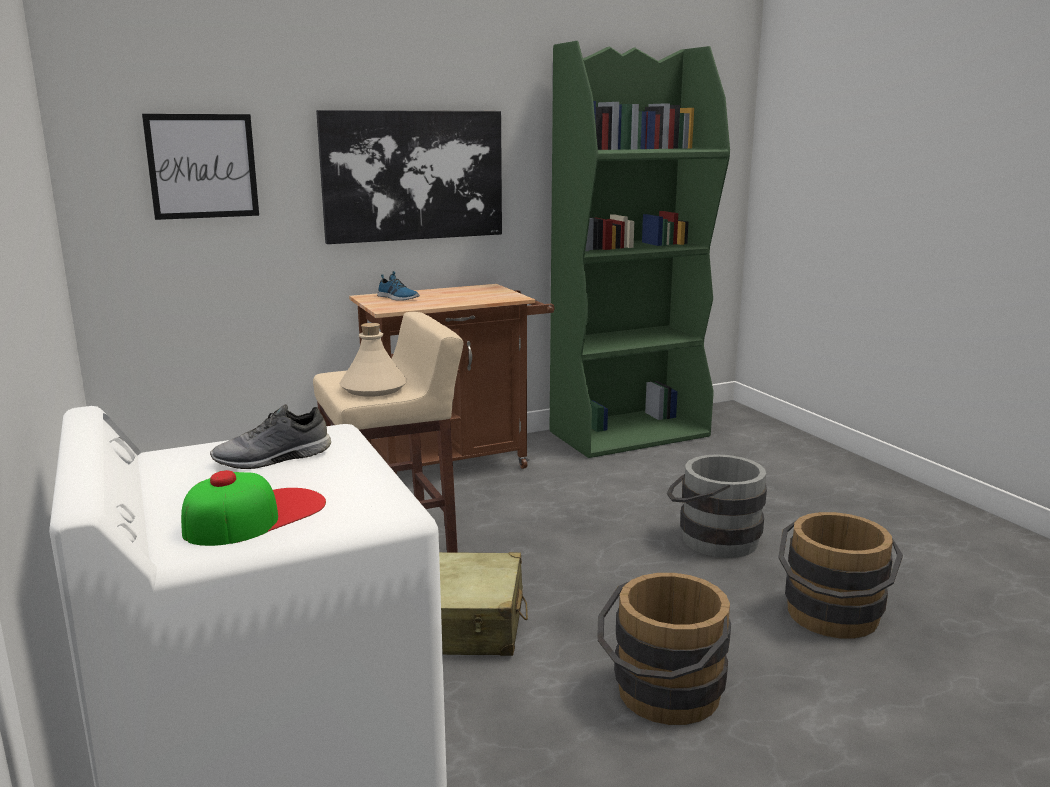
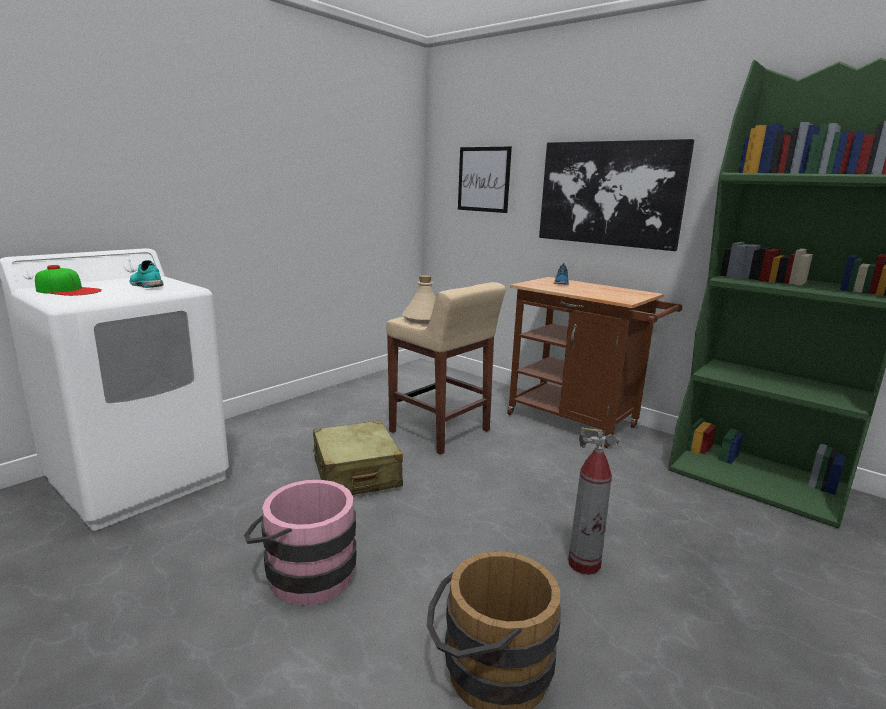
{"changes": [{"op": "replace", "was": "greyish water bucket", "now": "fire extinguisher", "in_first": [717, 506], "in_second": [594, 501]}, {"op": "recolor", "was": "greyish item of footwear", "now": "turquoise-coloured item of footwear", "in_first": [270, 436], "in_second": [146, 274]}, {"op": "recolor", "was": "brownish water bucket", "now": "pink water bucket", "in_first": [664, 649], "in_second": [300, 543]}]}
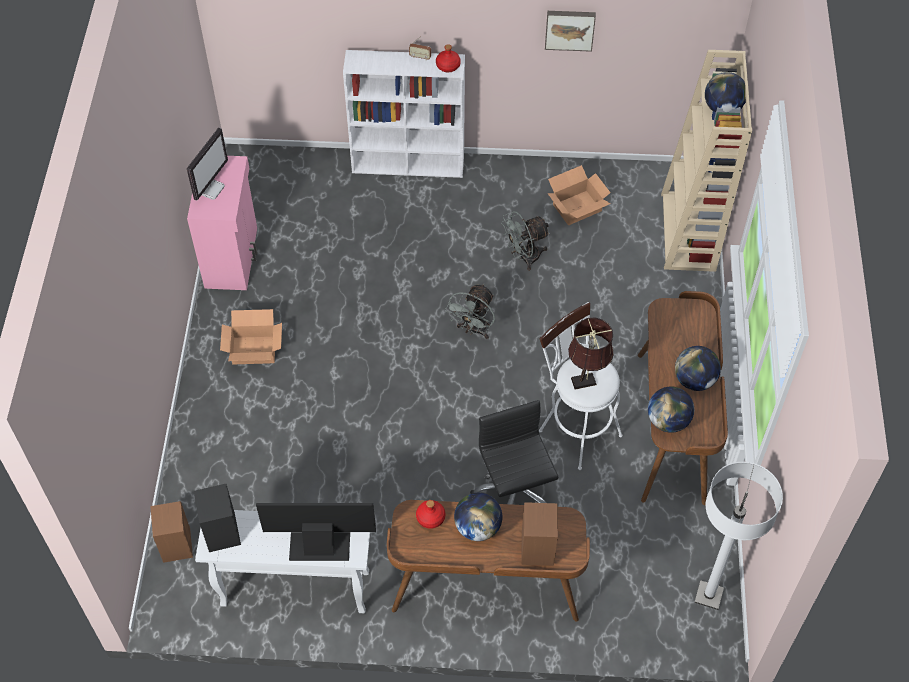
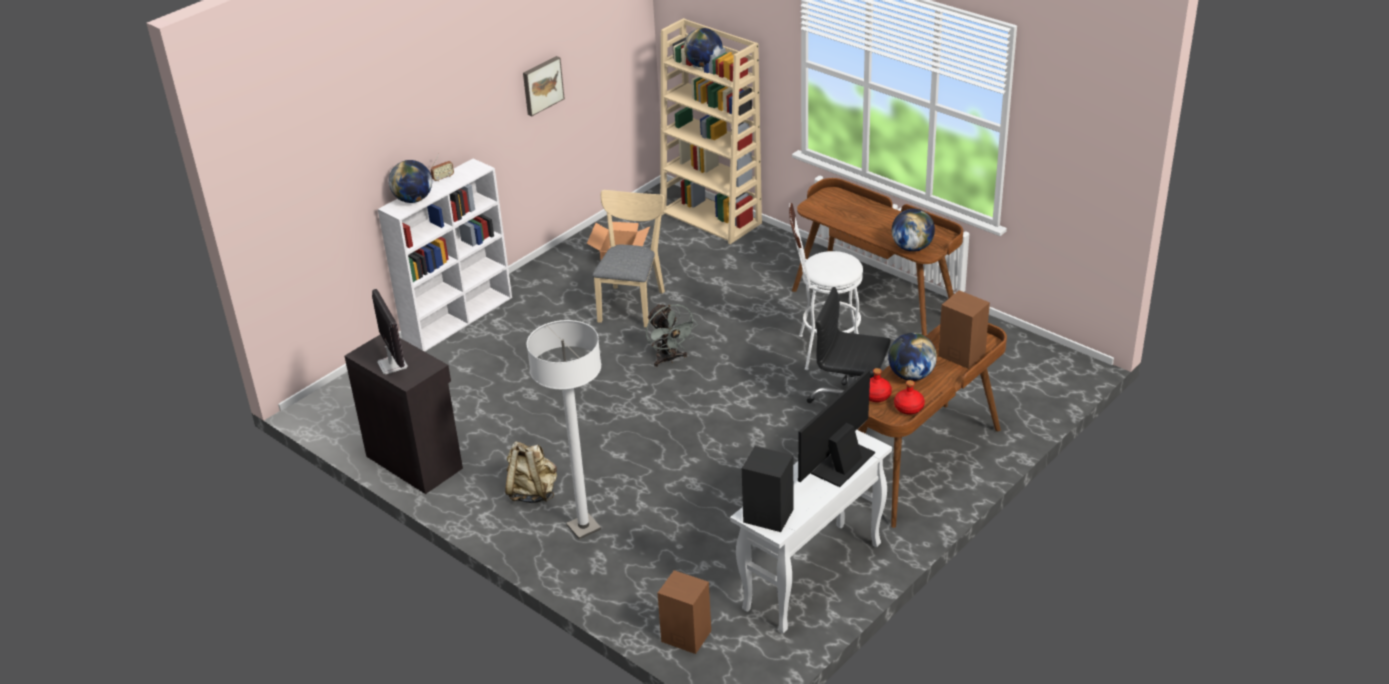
{"changes": [{"op": "delete", "was": "brownish table lamp", "in_first": [591, 354]}, {"op": "move", "was": "red bottle", "in_first": [448, 58], "in_second": [909, 397]}, {"op": "move", "was": "desk globe", "in_first": [698, 368], "in_second": [410, 181]}, {"op": "move", "was": "whitish standing lamp", "in_first": [738, 536], "in_second": [563, 429]}, {"op": "replace", "was": "carton", "now": "beige backpack", "in_first": [251, 337], "in_second": [531, 472]}, {"op": "replace", "was": "greyish cooling fan", "now": "beige upright chair", "in_first": [525, 241], "in_second": [629, 258]}, {"op": "recolor", "was": "pink cupboard", "now": "black-coloured cupboard", "in_first": [222, 223], "in_second": [403, 414]}]}
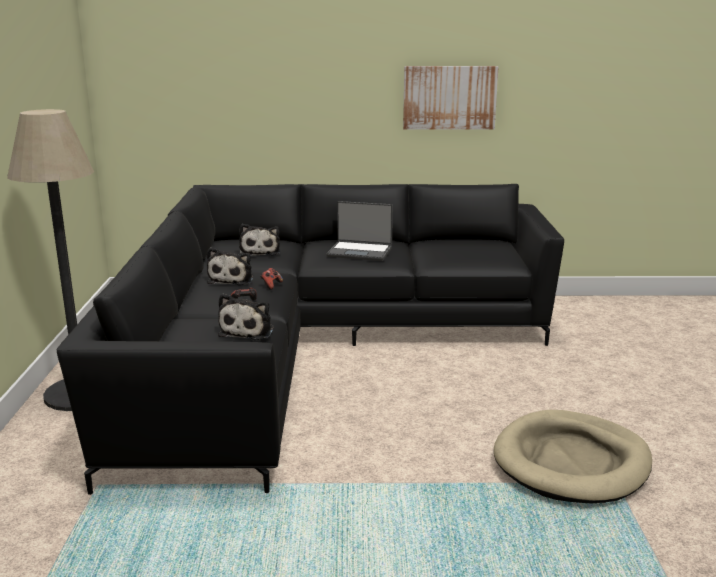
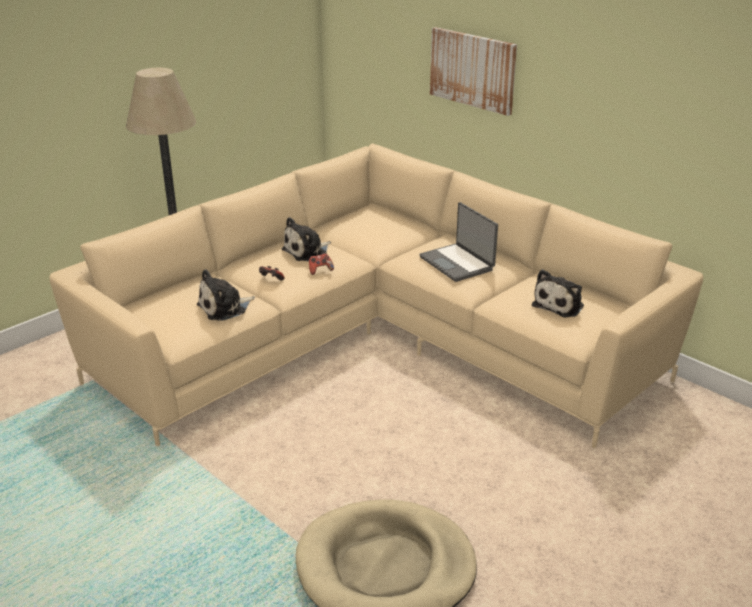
{"changes": [{"op": "move", "was": "cuddly toy", "in_first": [259, 240], "in_second": [558, 293]}, {"op": "move", "was": "wall art", "in_first": [451, 97], "in_second": [473, 71]}, {"op": "recolor", "was": "black-coloured sofa", "now": "beige sofa", "in_first": [310, 339], "in_second": [376, 295]}]}
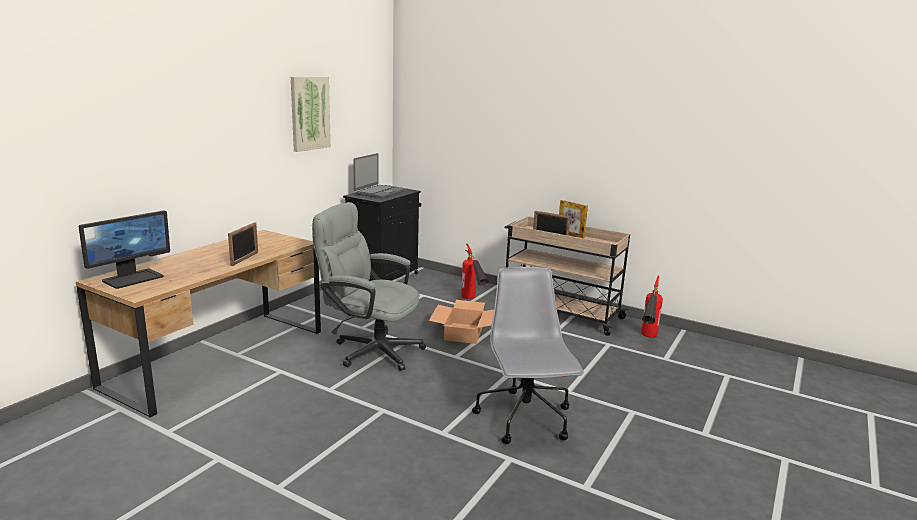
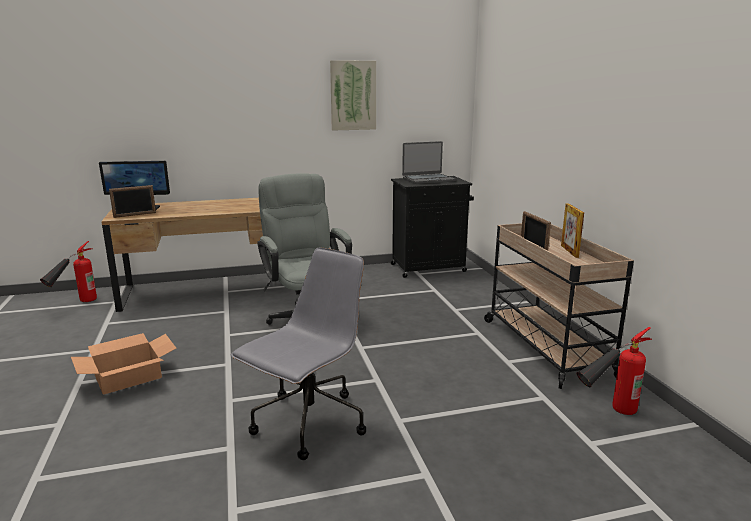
{"changes": [{"op": "move", "was": "standing frame", "in_first": [243, 244], "in_second": [132, 201]}, {"op": "move", "was": "carton", "in_first": [461, 322], "in_second": [123, 364]}, {"op": "move", "was": "fire extinguisher", "in_first": [475, 271], "in_second": [68, 271]}]}
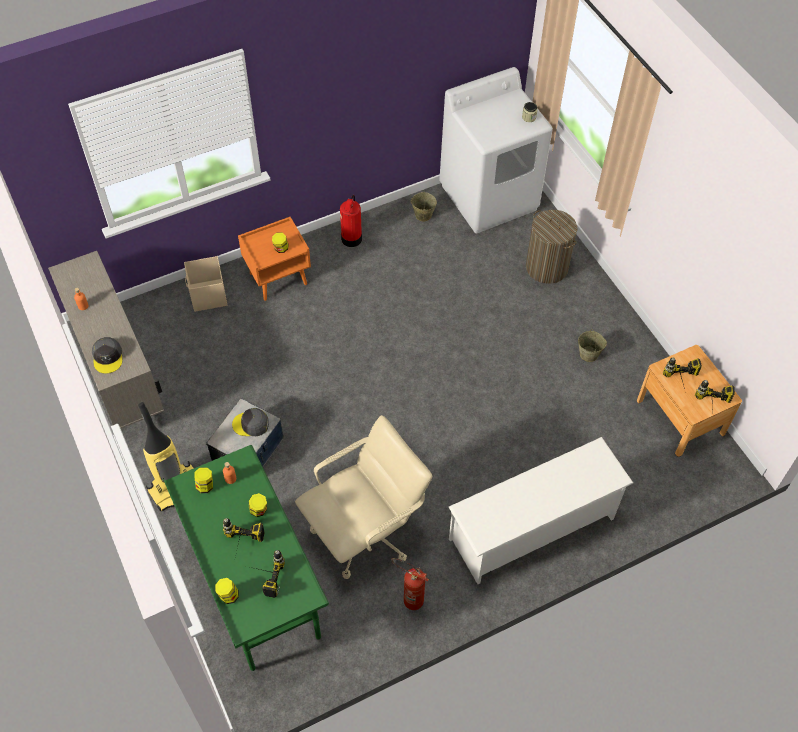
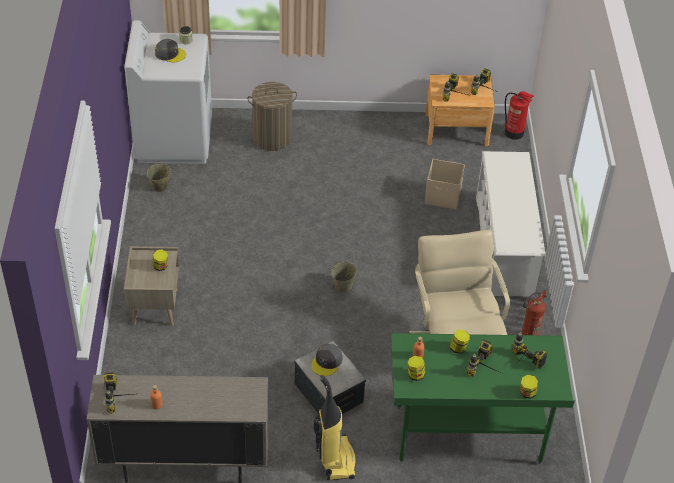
{"changes": [{"op": "insert", "now": "power drill", "in_second": [123, 393]}, {"op": "move", "was": "greyish baseball cap", "in_first": [107, 355], "in_second": [170, 51]}, {"op": "move", "was": "beige storage bin", "in_first": [205, 284], "in_second": [445, 184]}, {"op": "move", "was": "fire extinguisher", "in_first": [351, 221], "in_second": [519, 115]}, {"op": "move", "was": "beige water bucket", "in_first": [592, 345], "in_second": [344, 277]}, {"op": "recolor", "was": "orange-coloured nightstand", "now": "beige nightstand", "in_first": [274, 259], "in_second": [151, 286]}]}
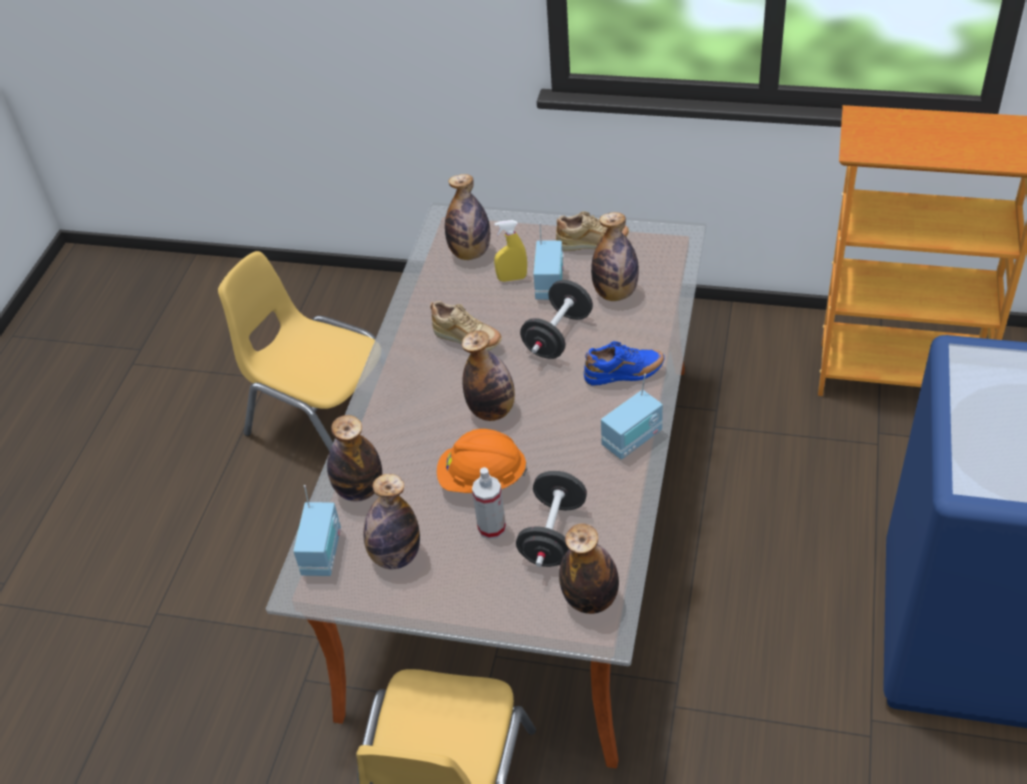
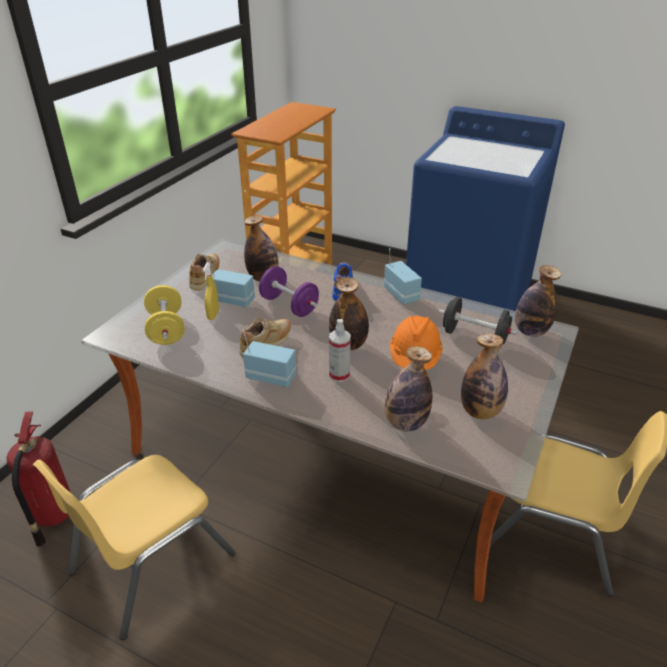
{"changes": [{"op": "insert", "now": "fire extinguisher", "in_second": [38, 479]}, {"op": "move", "was": "radio", "in_first": [317, 530], "in_second": [269, 360]}, {"op": "move", "was": "sprayer", "in_first": [489, 503], "in_second": [340, 350]}, {"op": "replace", "was": "bottle", "now": "yellowish hand weight", "in_first": [467, 217], "in_second": [164, 315]}, {"op": "recolor", "was": "black-coloured hand weight", "now": "purple hand weight", "in_first": [556, 319], "in_second": [289, 291]}]}
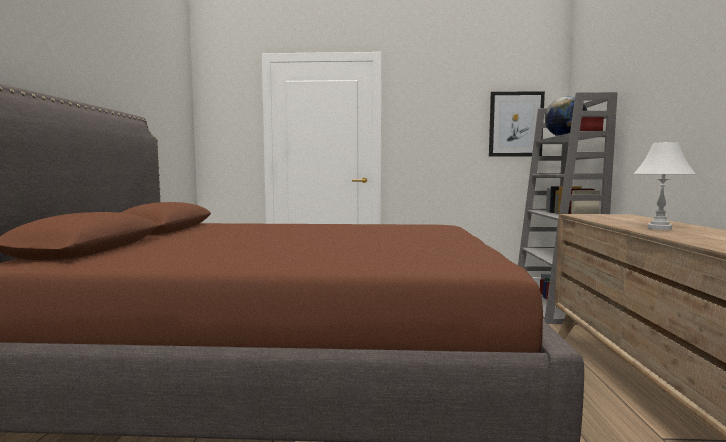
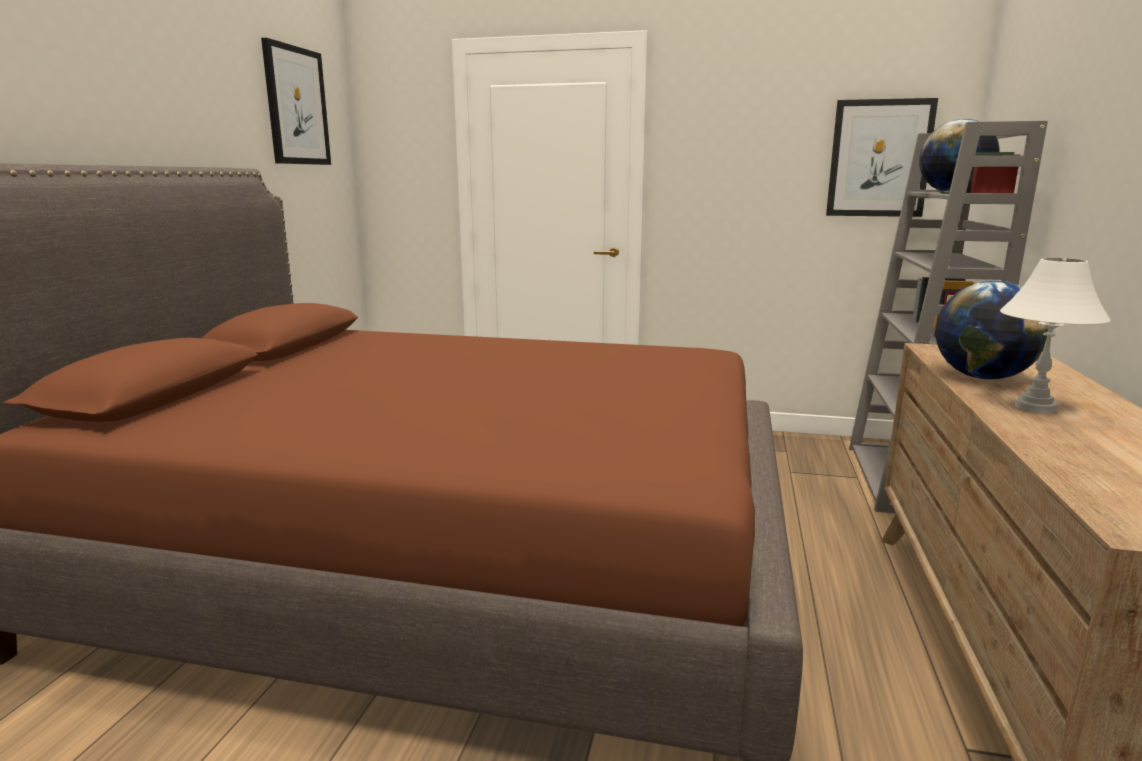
{"changes": [{"op": "insert", "now": "wall art", "in_second": [296, 101]}, {"op": "insert", "now": "desk globe", "in_second": [991, 330]}]}
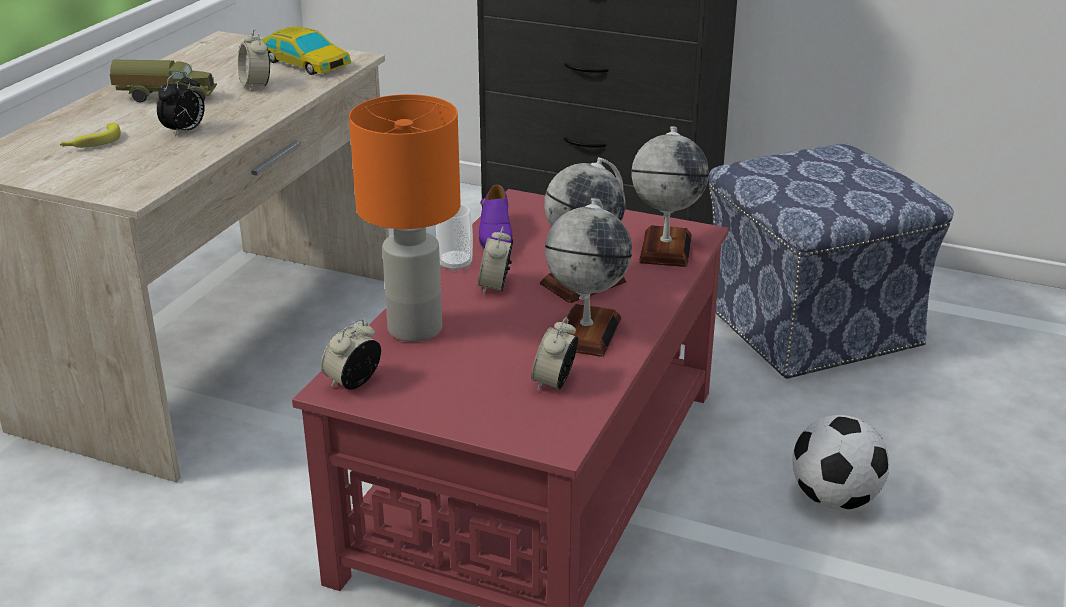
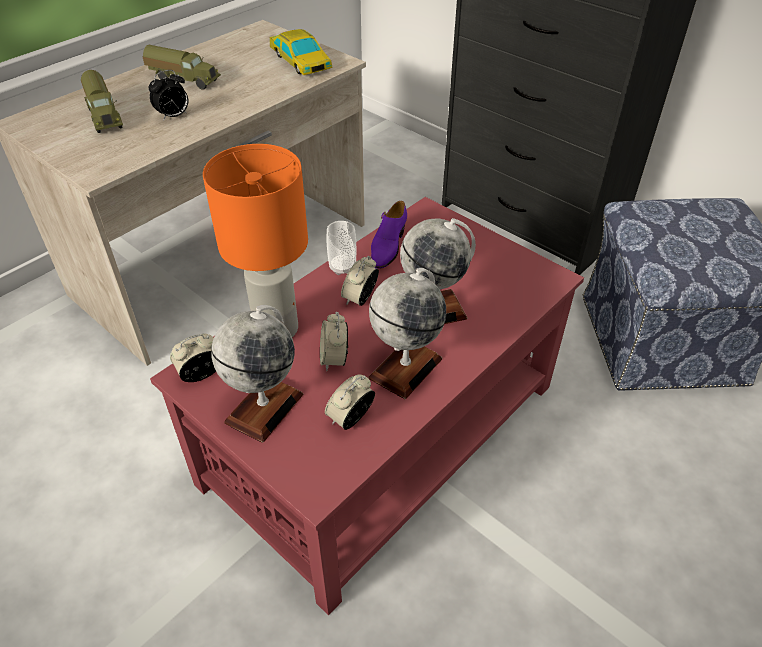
{"changes": [{"op": "delete", "was": "football", "in_first": [840, 462]}, {"op": "move", "was": "table clock", "in_first": [254, 60], "in_second": [334, 341]}, {"op": "move", "was": "desk globe", "in_first": [670, 196], "in_second": [257, 374]}, {"op": "replace", "was": "whole banana", "now": "toy truck", "in_first": [90, 135], "in_second": [102, 101]}]}
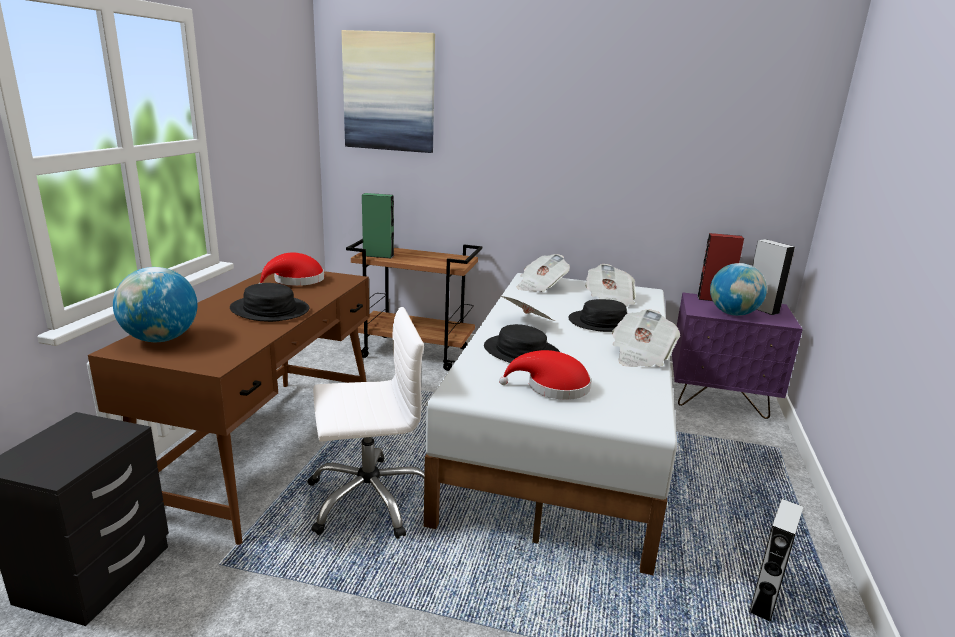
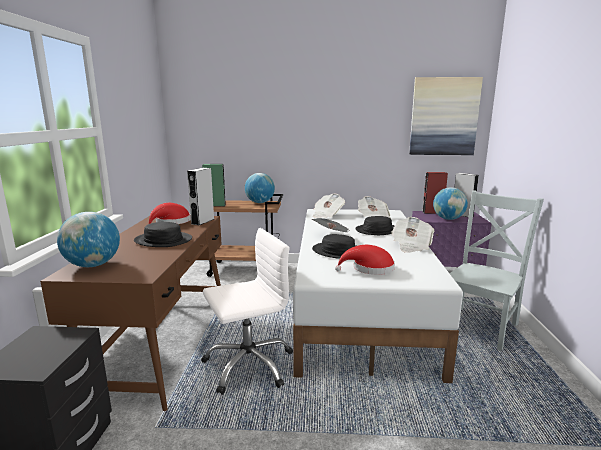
{"changes": [{"op": "insert", "now": "desk globe", "in_second": [260, 188]}, {"op": "insert", "now": "greyish upright chair", "in_second": [497, 271]}, {"op": "move", "was": "wall art", "in_first": [388, 91], "in_second": [446, 116]}, {"op": "move", "was": "greyish speaker", "in_first": [776, 560], "in_second": [200, 196]}]}
